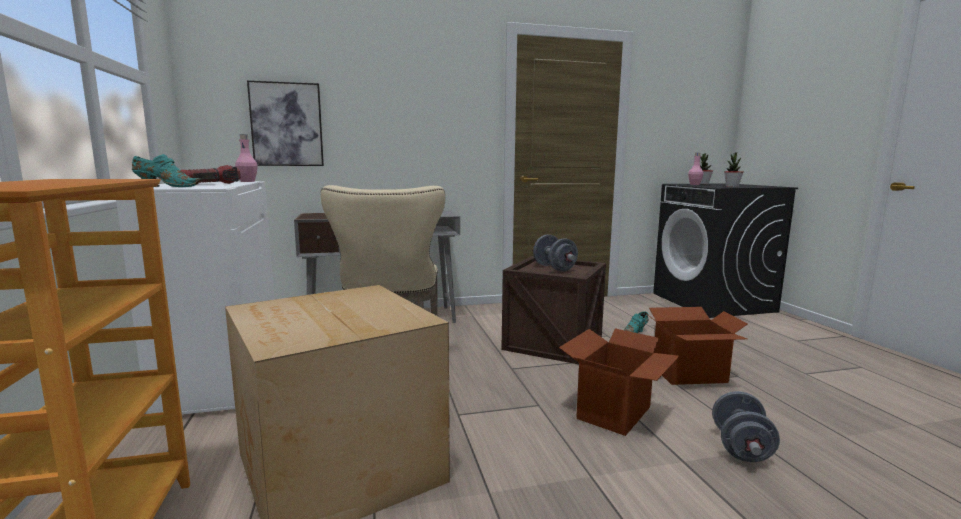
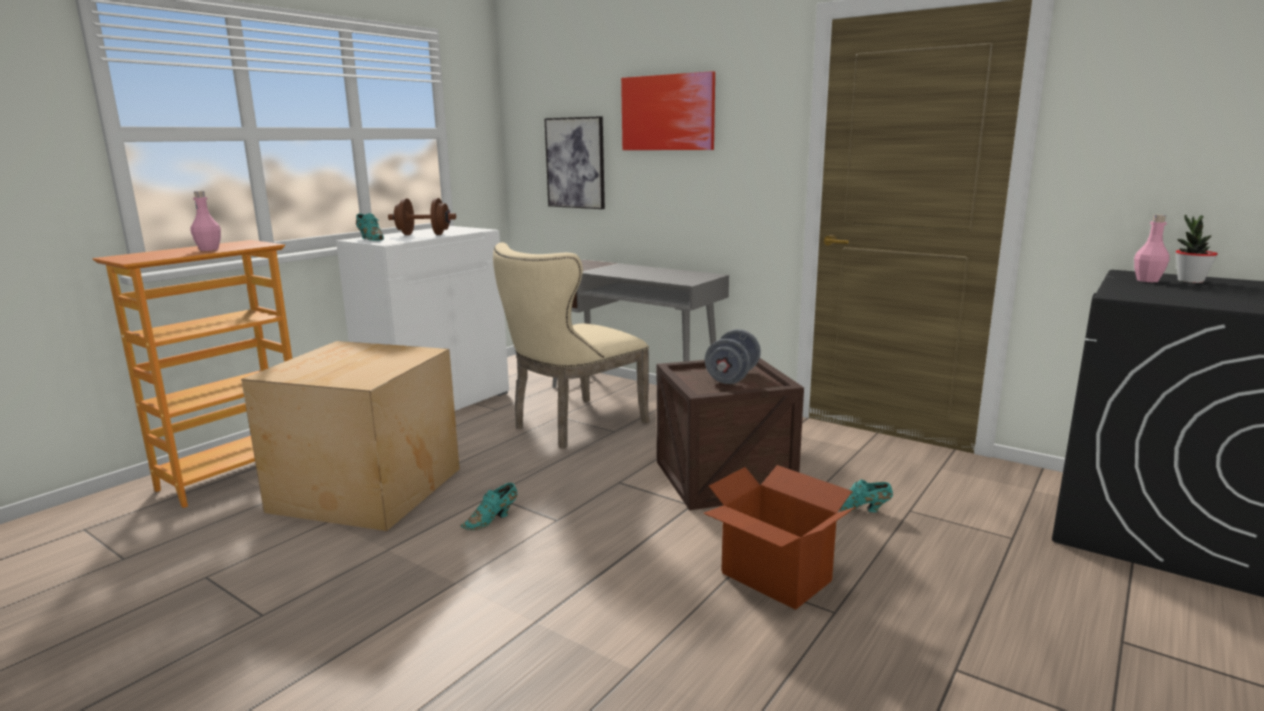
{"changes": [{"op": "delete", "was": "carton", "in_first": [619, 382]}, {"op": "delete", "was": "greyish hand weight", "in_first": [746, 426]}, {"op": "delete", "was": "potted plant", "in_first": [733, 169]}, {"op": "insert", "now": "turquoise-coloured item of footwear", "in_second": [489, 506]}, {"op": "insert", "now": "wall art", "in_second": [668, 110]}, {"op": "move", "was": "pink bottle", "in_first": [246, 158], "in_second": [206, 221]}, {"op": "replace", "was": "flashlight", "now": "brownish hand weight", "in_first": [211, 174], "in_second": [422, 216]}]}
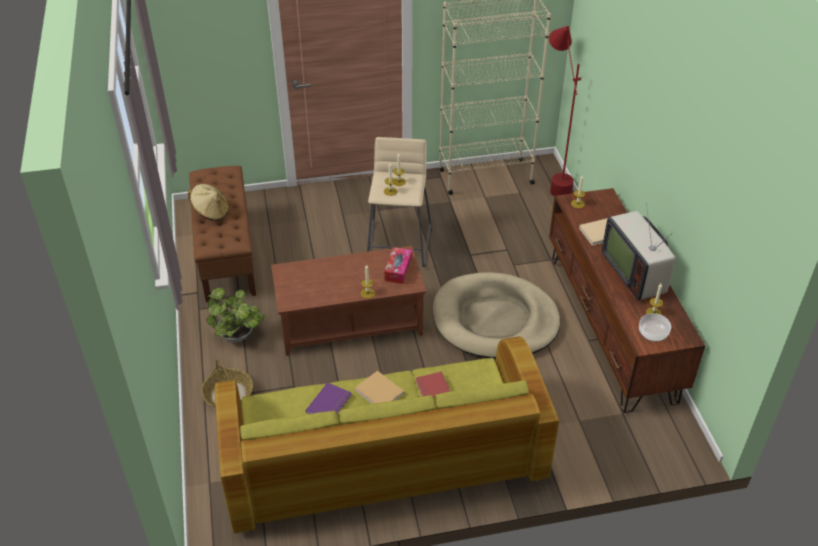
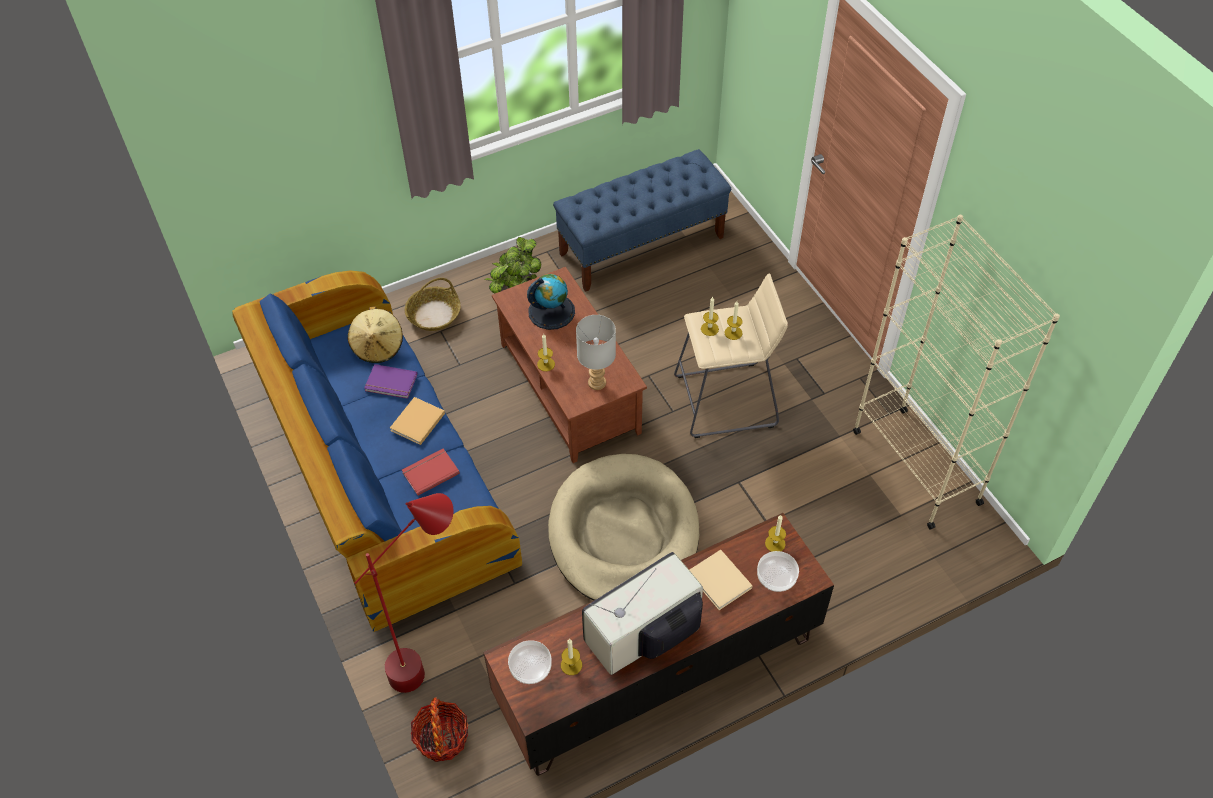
{"changes": [{"op": "insert", "now": "storage basket", "in_second": [439, 729]}, {"op": "insert", "now": "desk globe", "in_second": [551, 302]}, {"op": "insert", "now": "bowl", "in_second": [778, 571]}, {"op": "move", "was": "beige wearable hat", "in_first": [208, 202], "in_second": [375, 334]}, {"op": "move", "was": "red standing lamp", "in_first": [565, 111], "in_second": [404, 593]}, {"op": "replace", "was": "box of tissues", "now": "greyish table lamp", "in_first": [398, 265], "in_second": [596, 352]}, {"op": "recolor", "was": "brownish indoor bench", "now": "bluish indoor bench", "in_first": [222, 234], "in_second": [642, 220]}, {"op": "recolor", "was": "green sofa", "now": "bluish sofa", "in_first": [387, 434], "in_second": [377, 451]}]}
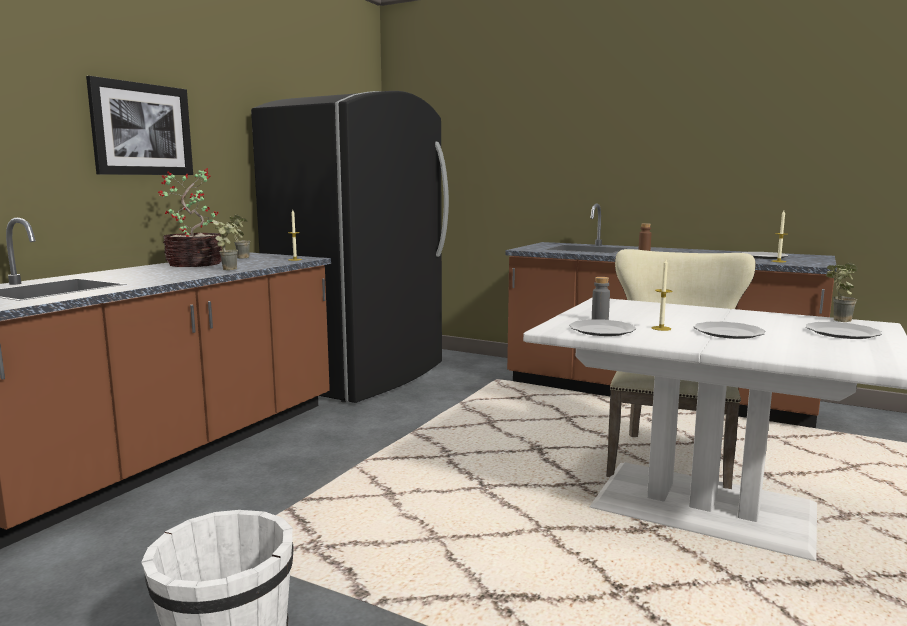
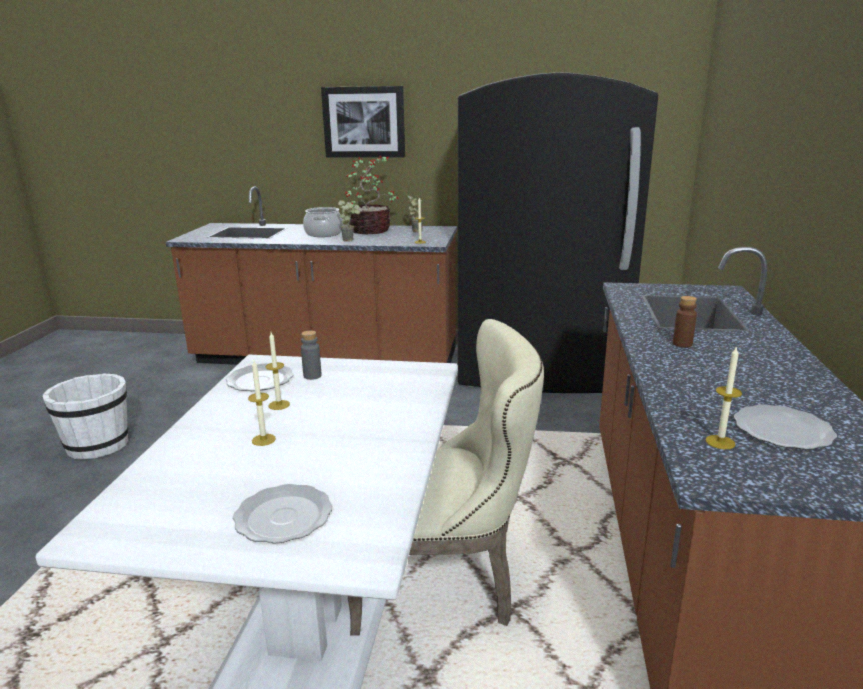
{"changes": [{"op": "delete", "was": "potted plant", "in_first": [842, 292]}, {"op": "insert", "now": "cooking pot", "in_second": [323, 222]}, {"op": "replace", "was": "flat dish", "now": "candle", "in_first": [730, 330], "in_second": [262, 403]}]}
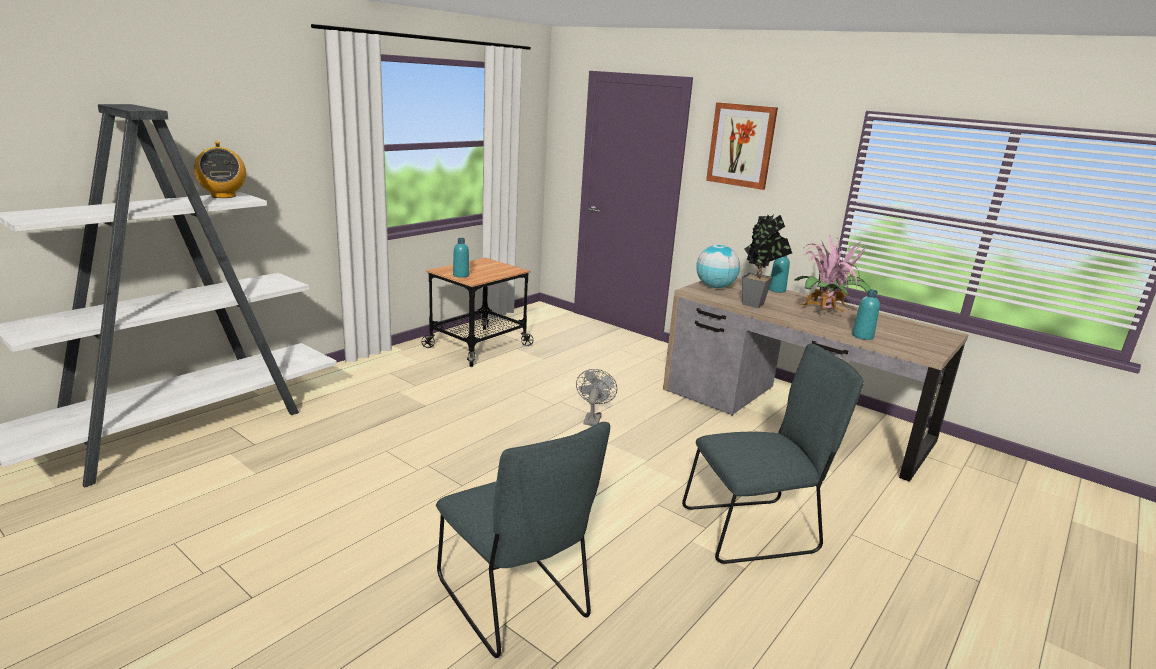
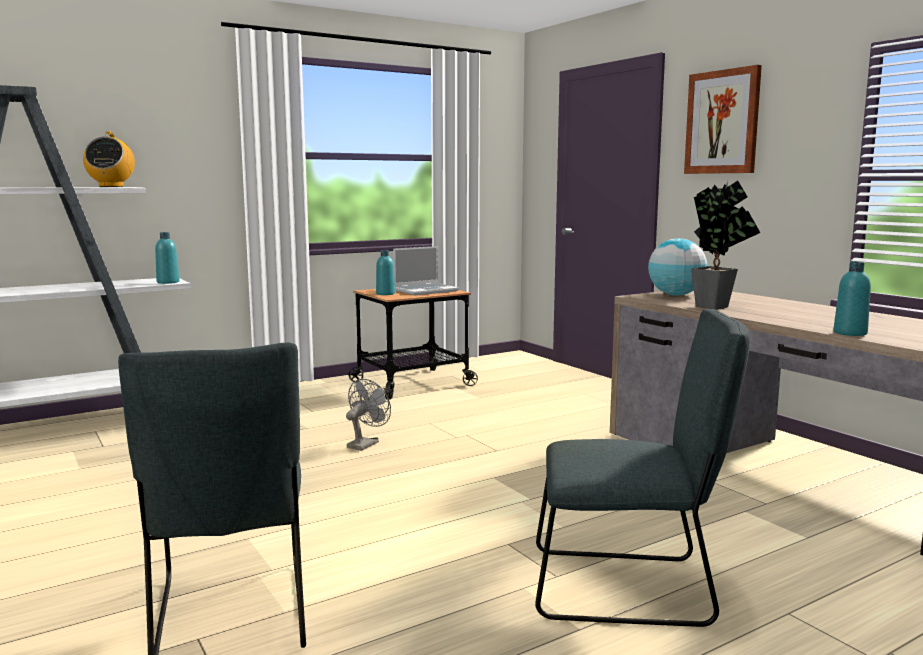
{"changes": [{"op": "delete", "was": "potted plant", "in_first": [832, 273]}, {"op": "insert", "now": "portable computer", "in_second": [426, 270]}, {"op": "move", "was": "greyish cooling fan", "in_first": [596, 397], "in_second": [368, 415]}, {"op": "move", "was": "turquoise-coloured bottle", "in_first": [779, 274], "in_second": [167, 258]}]}
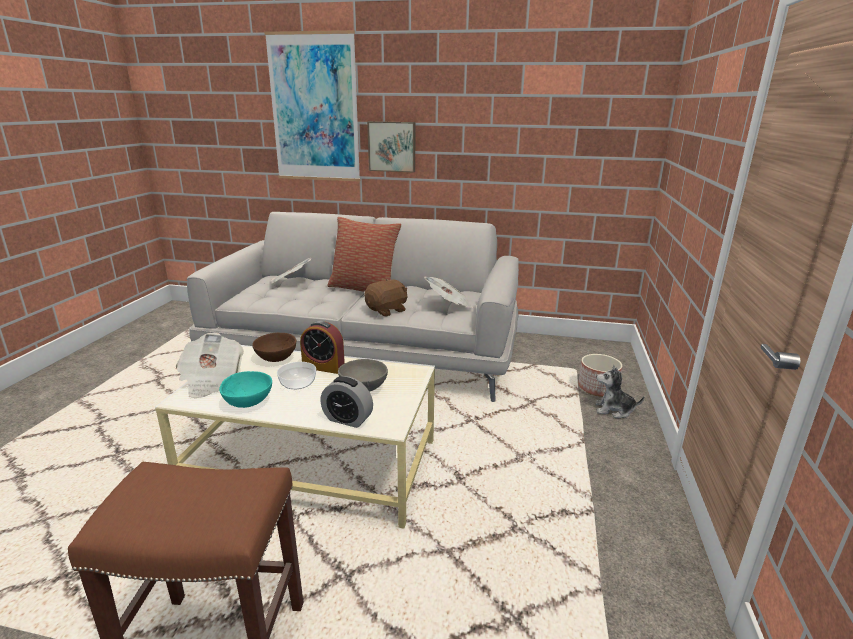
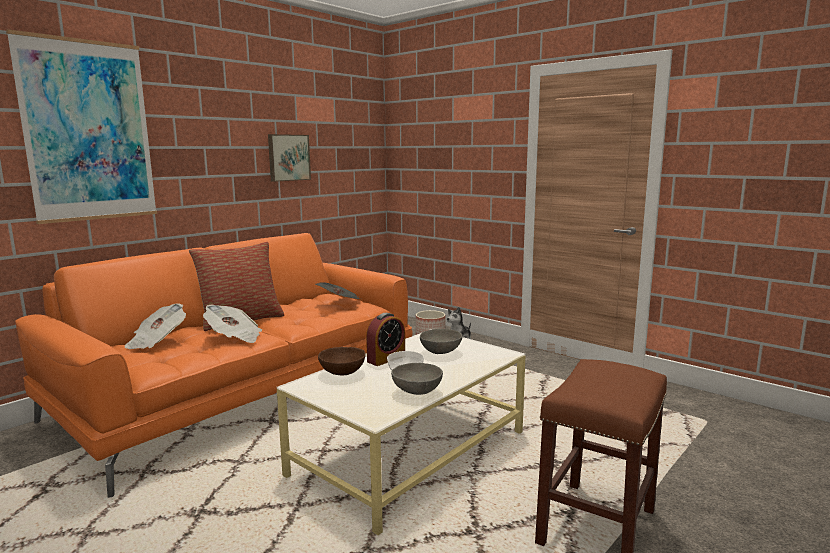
{"changes": [{"op": "delete", "was": "table clock", "in_first": [346, 402]}, {"op": "delete", "was": "brownish cuddly toy", "in_first": [386, 298]}, {"op": "move", "was": "daily paper", "in_first": [210, 365], "in_second": [232, 324]}, {"op": "move", "was": "wall art", "in_first": [391, 147], "in_second": [289, 158]}, {"op": "recolor", "was": "greyish sofa", "now": "orange-coloured sofa", "in_first": [353, 307], "in_second": [213, 365]}, {"op": "recolor", "was": "turquoise-coloured bowl", "now": "greyish bowl", "in_first": [245, 389], "in_second": [417, 379]}]}
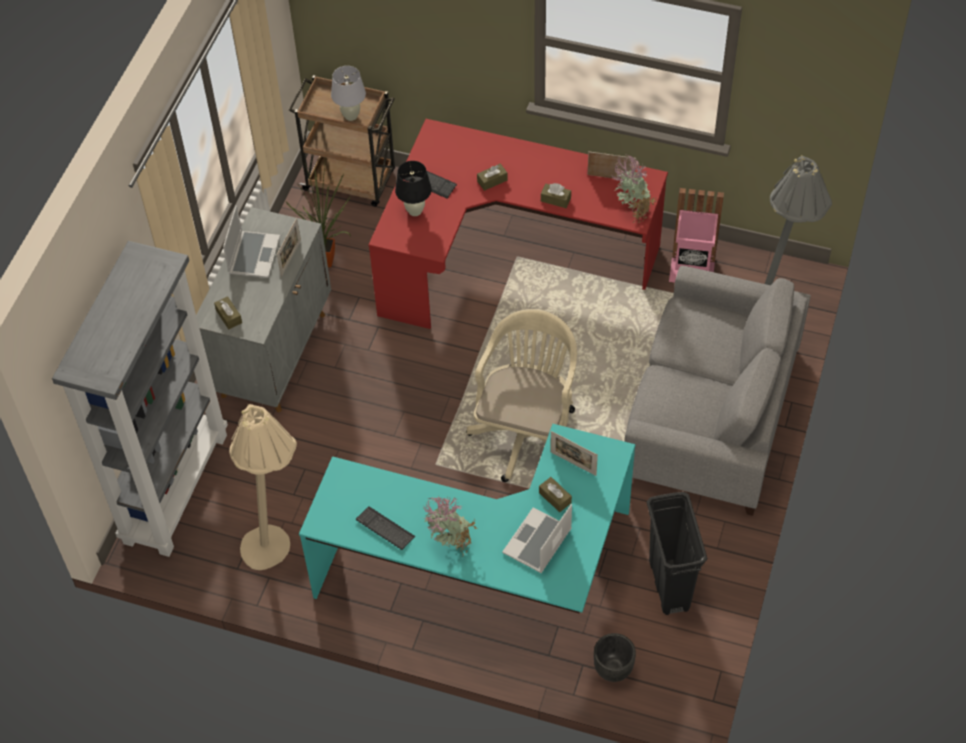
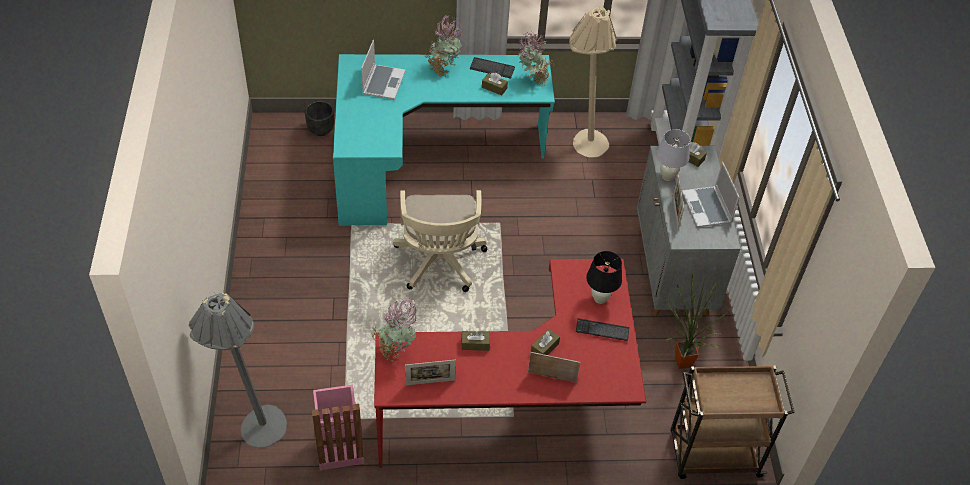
{"changes": [{"op": "delete", "was": "greyish sofa", "in_first": [717, 391]}, {"op": "delete", "was": "black-coloured rubbish bin", "in_first": [677, 553]}, {"op": "insert", "now": "potted plant", "in_second": [536, 59]}, {"op": "move", "was": "whitish table lamp", "in_first": [348, 93], "in_second": [673, 155]}, {"op": "move", "was": "brownish box of tissues", "in_first": [555, 494], "in_second": [495, 84]}, {"op": "move", "was": "standing frame", "in_first": [574, 453], "in_second": [554, 367]}]}
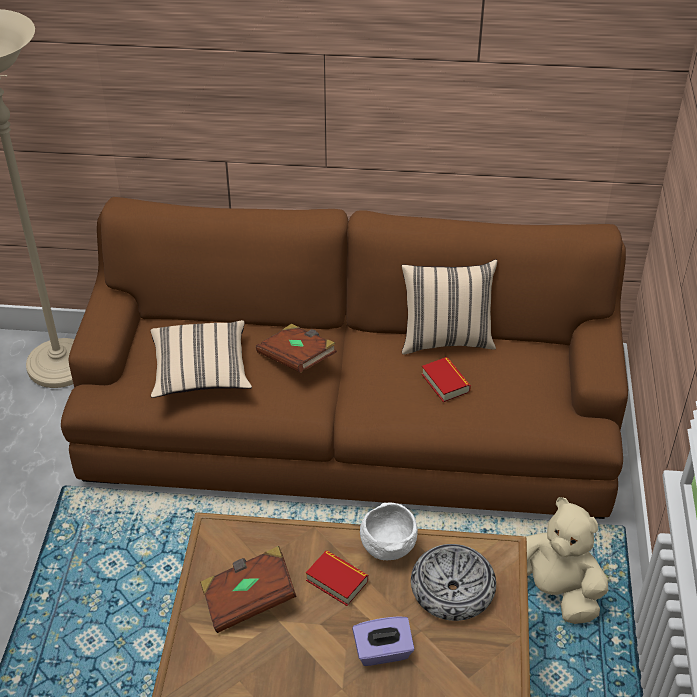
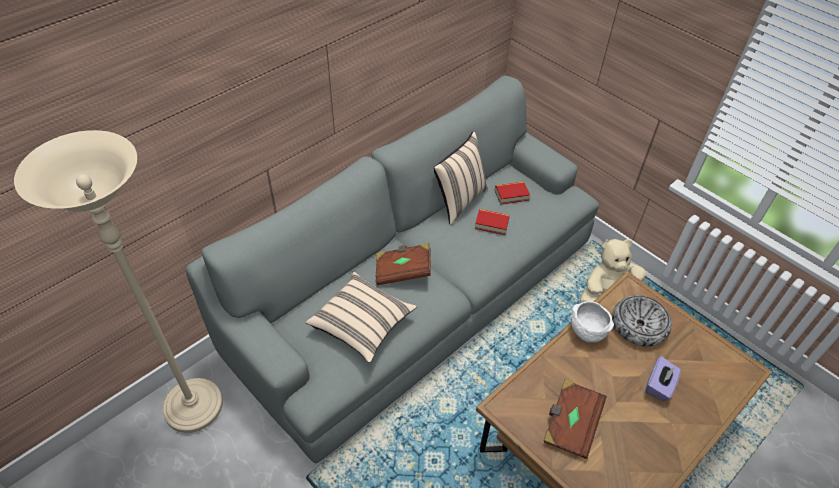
{"changes": [{"op": "move", "was": "volume", "in_first": [337, 578], "in_second": [512, 193]}, {"op": "recolor", "was": "brownish sofa", "now": "greyish sofa", "in_first": [344, 358], "in_second": [392, 269]}]}
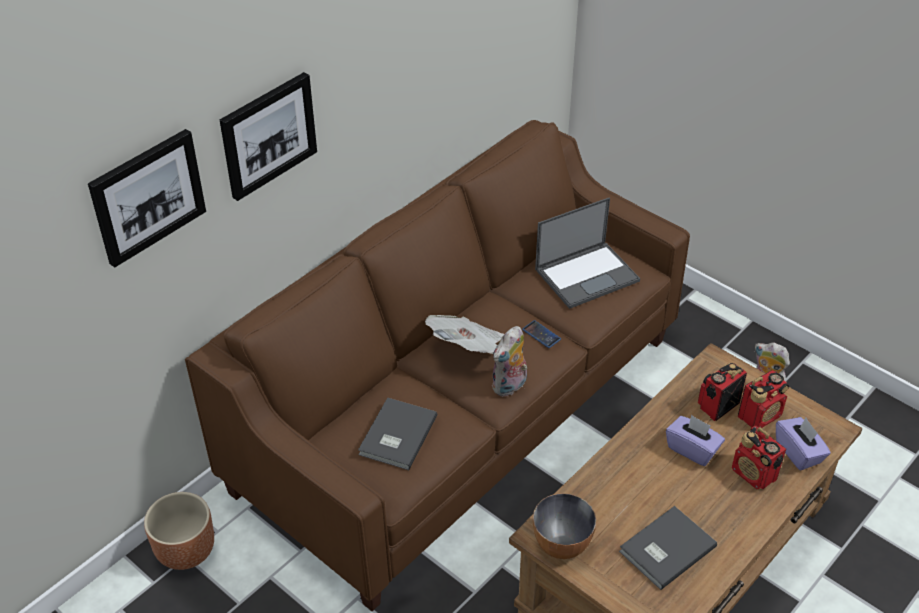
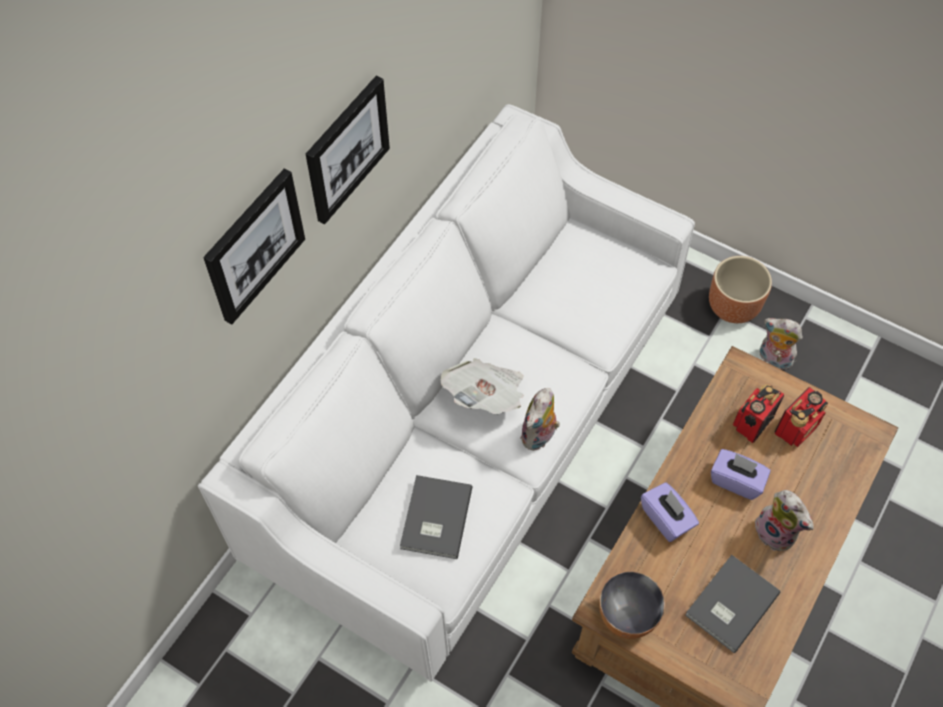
{"changes": [{"op": "delete", "was": "telephone", "in_first": [541, 334]}, {"op": "delete", "was": "portable computer", "in_first": [587, 253]}, {"op": "delete", "was": "radio", "in_first": [759, 457]}, {"op": "insert", "now": "cuddly toy", "in_second": [784, 520]}, {"op": "move", "was": "wall art", "in_first": [147, 198], "in_second": [348, 150]}, {"op": "move", "was": "brownish flower pot", "in_first": [179, 531], "in_second": [740, 289]}, {"op": "move", "was": "purple box of tissues", "in_first": [803, 444], "in_second": [670, 512]}, {"op": "recolor", "was": "brownish sofa", "now": "whitish sofa", "in_first": [437, 365], "in_second": [446, 393]}]}
